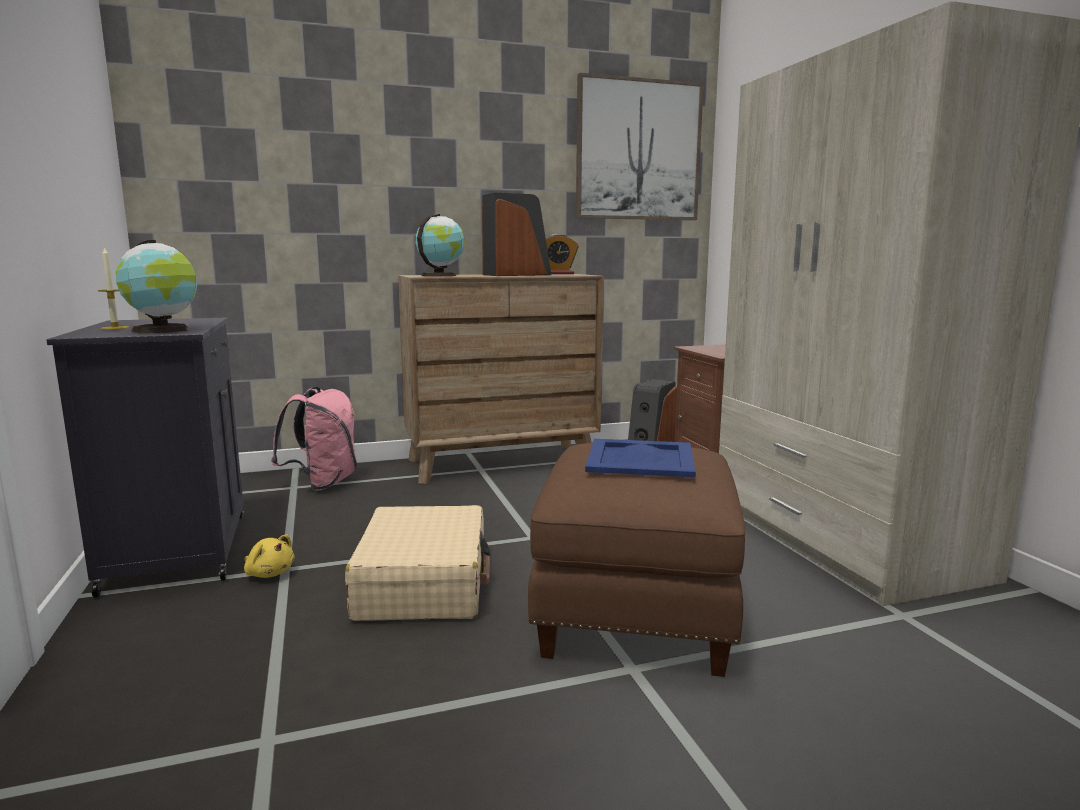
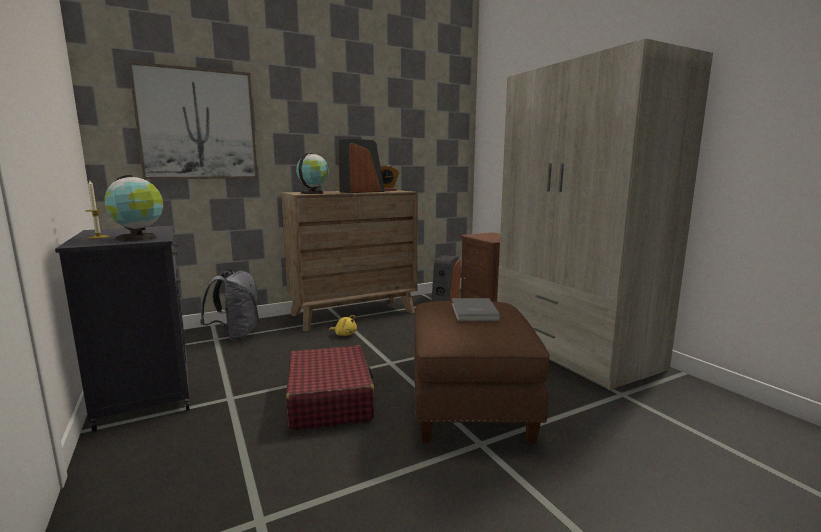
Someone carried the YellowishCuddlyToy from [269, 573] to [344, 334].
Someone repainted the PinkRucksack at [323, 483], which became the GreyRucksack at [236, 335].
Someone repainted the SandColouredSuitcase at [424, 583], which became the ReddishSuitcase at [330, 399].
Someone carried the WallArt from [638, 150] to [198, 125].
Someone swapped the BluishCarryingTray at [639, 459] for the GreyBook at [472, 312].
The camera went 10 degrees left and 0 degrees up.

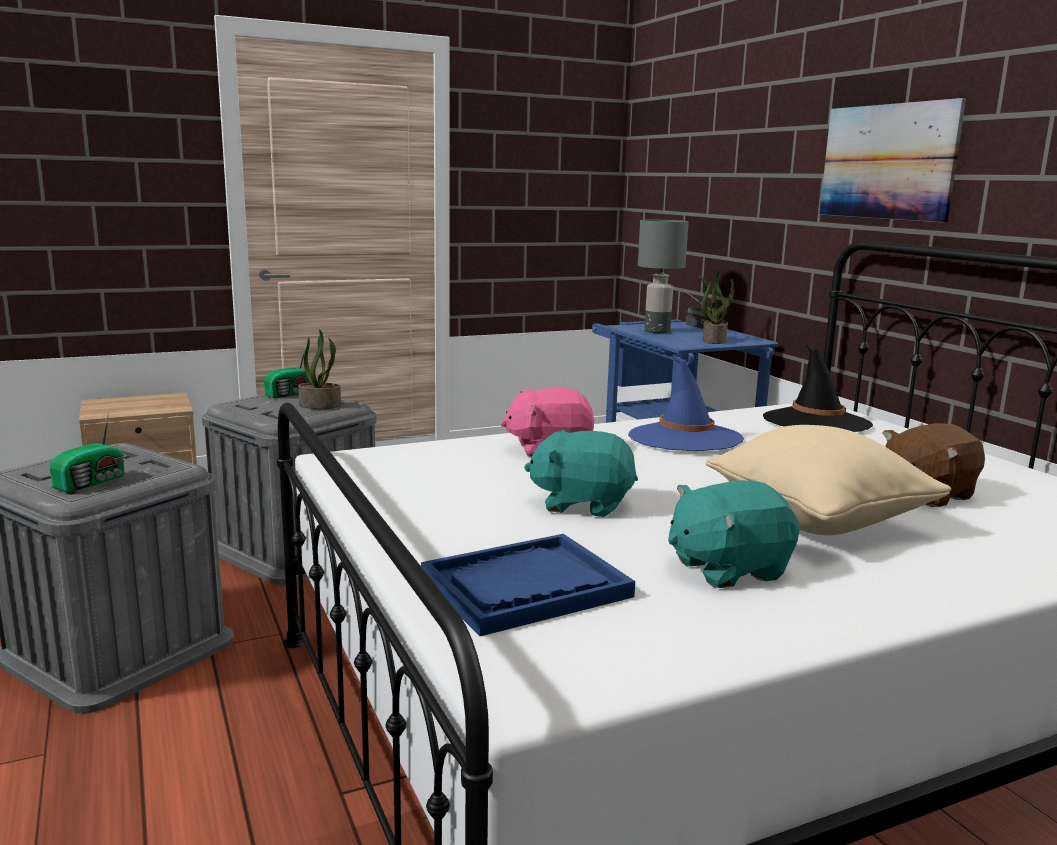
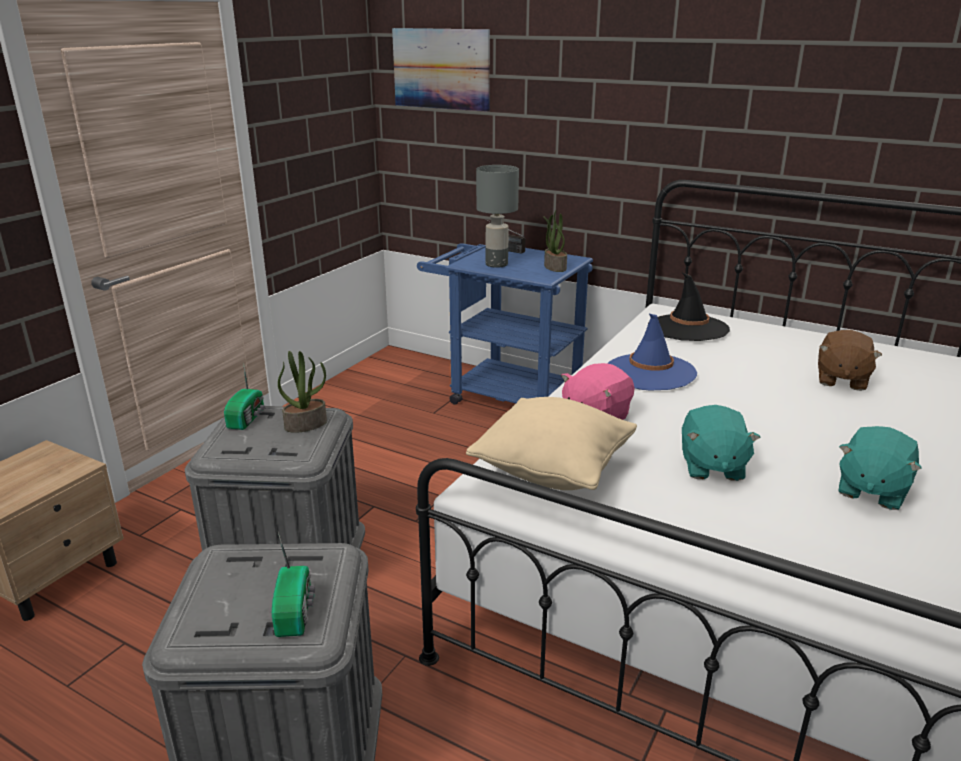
Someone took away the BluishCarryingTray at [525, 587].
Someone rotated the TurquoiseColouredCuddlyToy at [582, 504] by 60 degrees counterclockwise.
Someone carried the SandColouredPillow from [818, 521] to [552, 471].
Someone carried the WallArt from [887, 162] to [441, 69].
The camera went 35 degrees left and 10 degrees up.

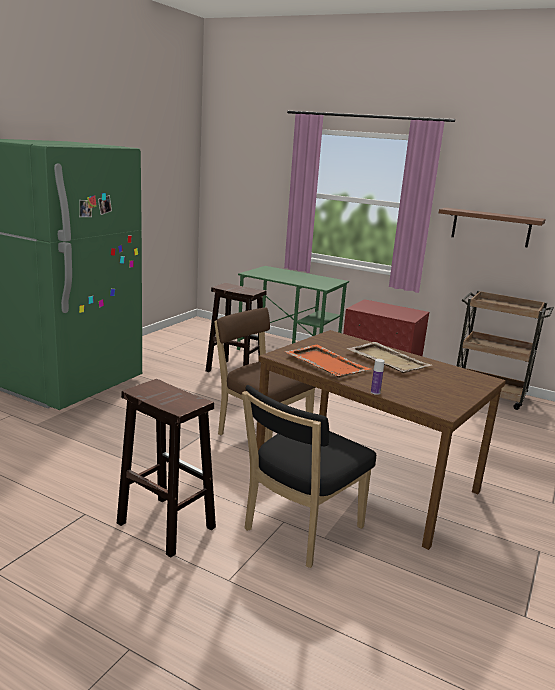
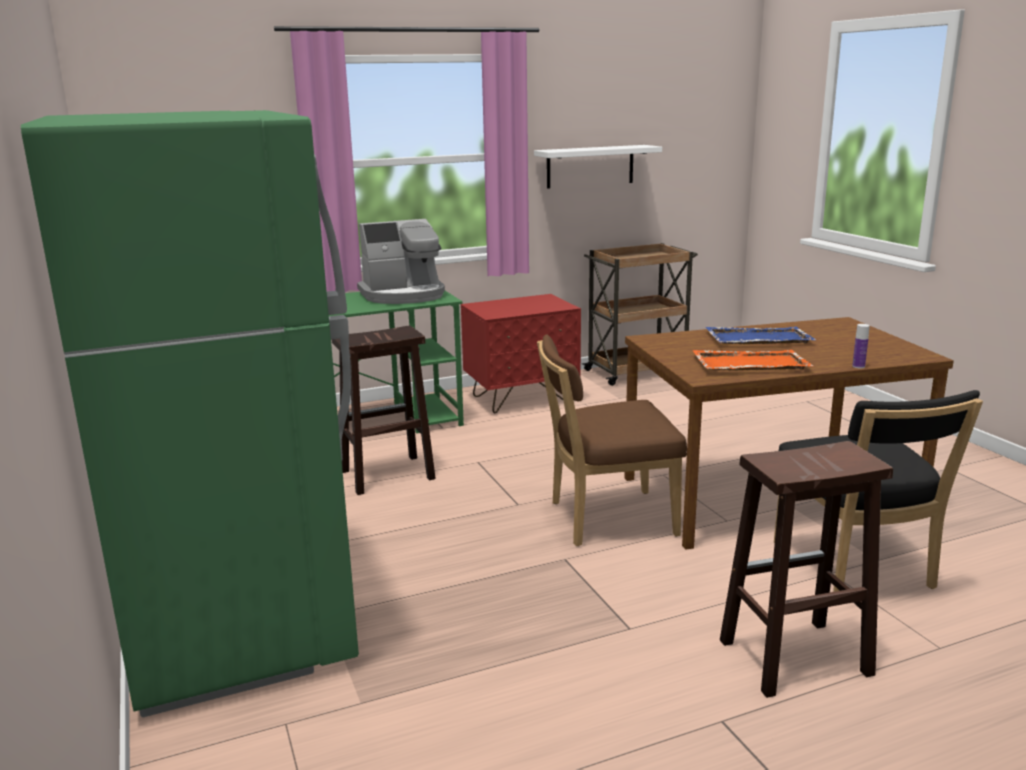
Someone repainted the SandColouredCarryingTray at [387, 359], which became the BluishCarryingTray at [757, 339].
Someone repainted the BrownShelf at [491, 227], which became the WhiteShelf at [590, 166].
Someone put down the CoffeeMachine at [403, 295].
The camera went 50 degrees left and 0 degrees up.

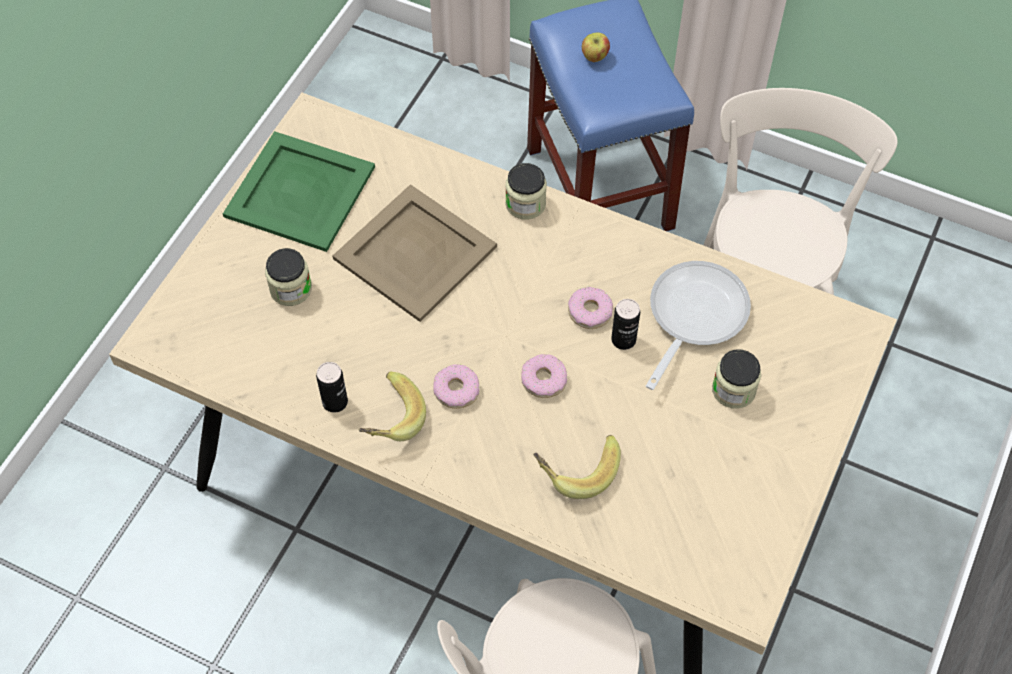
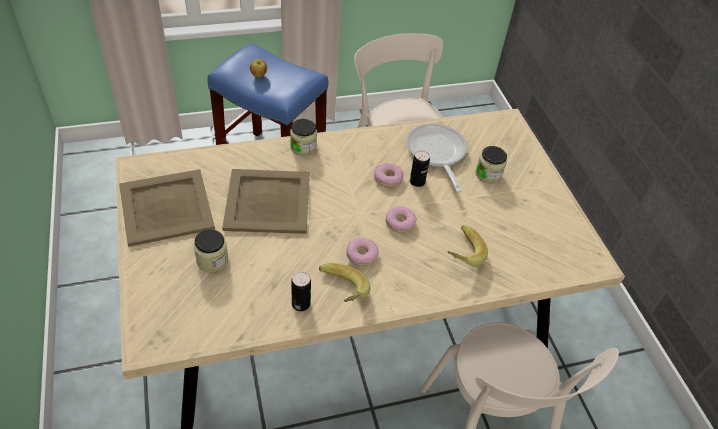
Someone repainted the GreenColouredCarryingTray at [299, 190], which became the SandColouredCarryingTray at [165, 207].
The camera went 45 degrees left and 10 degrees down.

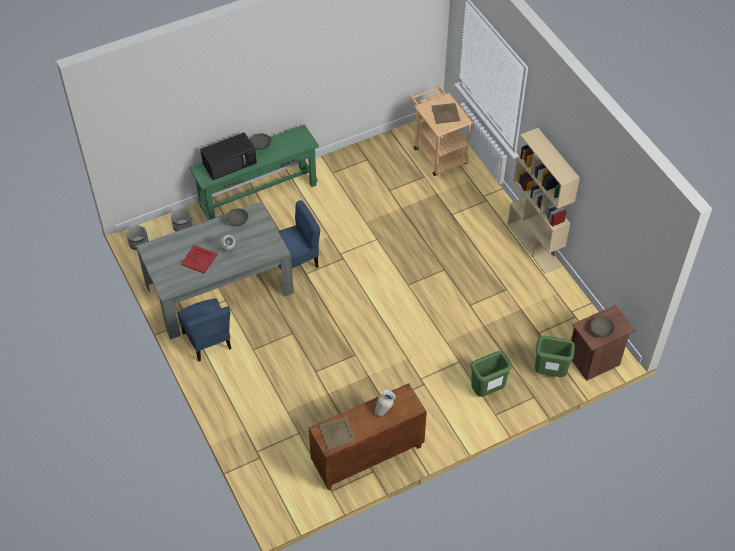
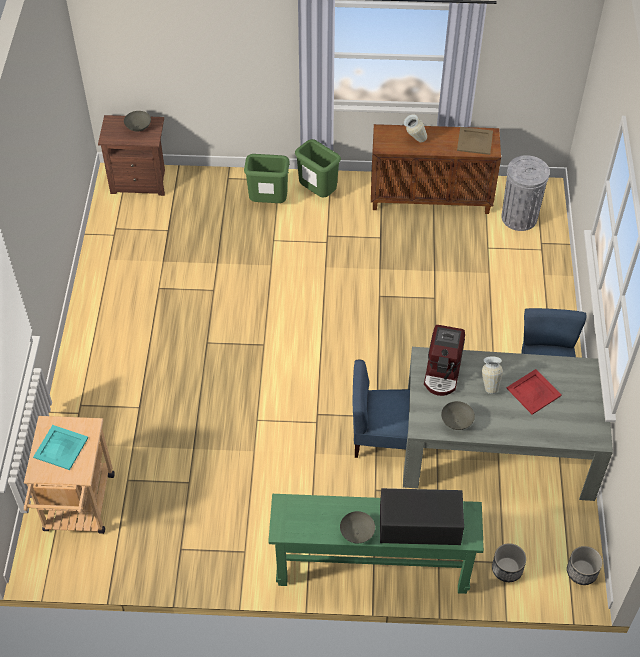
Someone repainted the SandColouredCarryingTray at [445, 113], which became the TurquoiseColouredCarryingTray at [60, 448].
Someone took away the SandColouredShelvingUnit at [534, 245].
Someone carried the GreenColouredRubbishBin from [550, 373] to [317, 193].
Someone put down the CoffeeMachine at [443, 372].
Someone put down the GreyRubbishBin at [519, 217].
The camera went 150 degrees left and 0 degrees up.

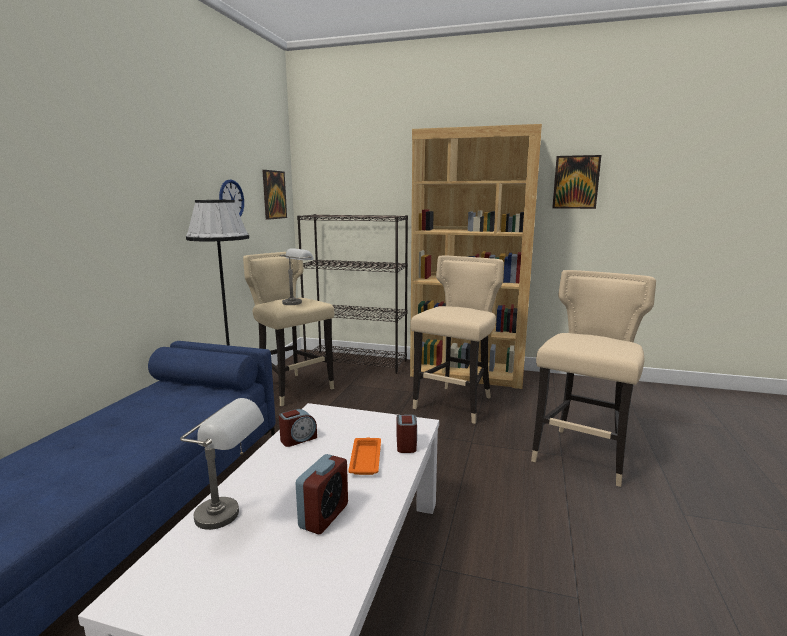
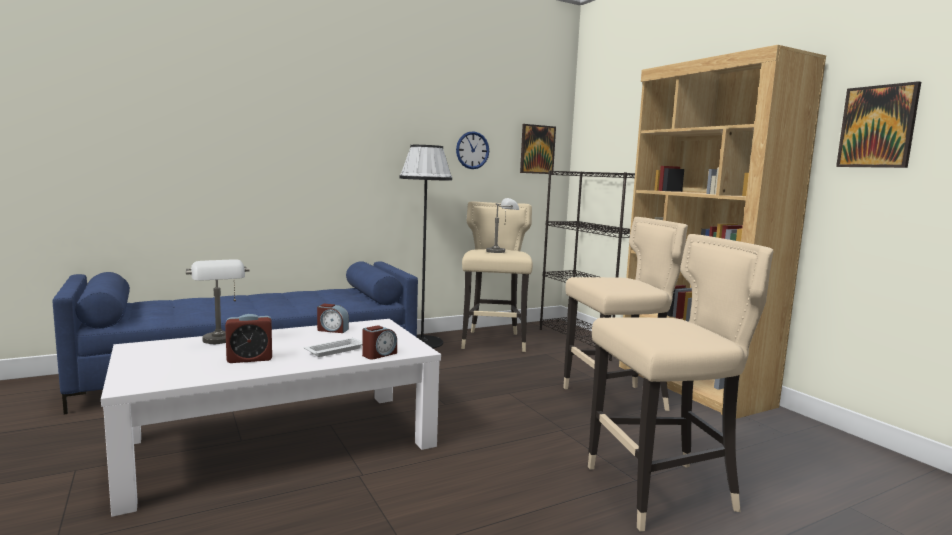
Someone repainted the OrangeCarryingTray at [365, 459], which became the WhiteCarryingTray at [336, 350].
The camera went 45 degrees right and 5 degrees down.

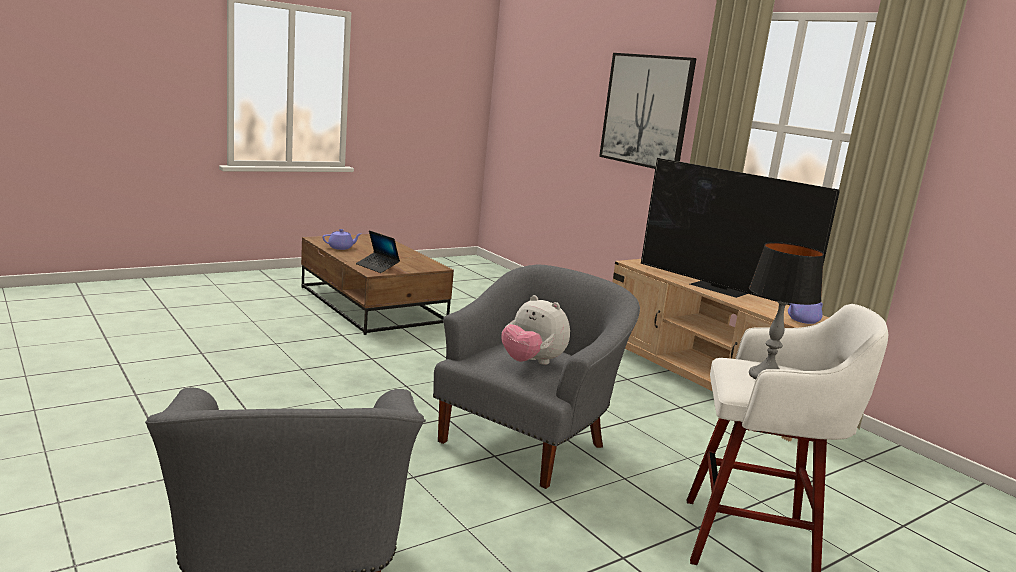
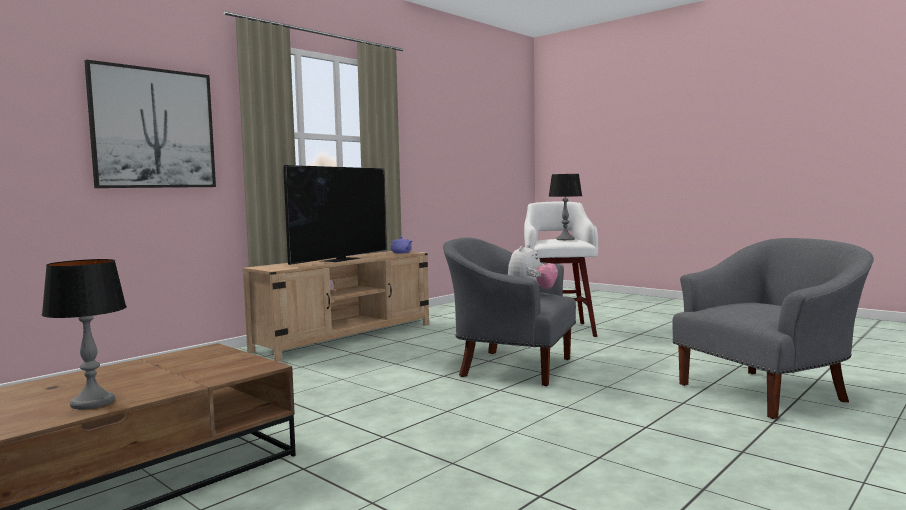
Someone swapped the PurpleTeaPot at [341, 248] for the TableLamp at [92, 403].
Someone took away the NotebookComputer at [377, 267].
The camera went 100 degrees left and 10 degrees down.

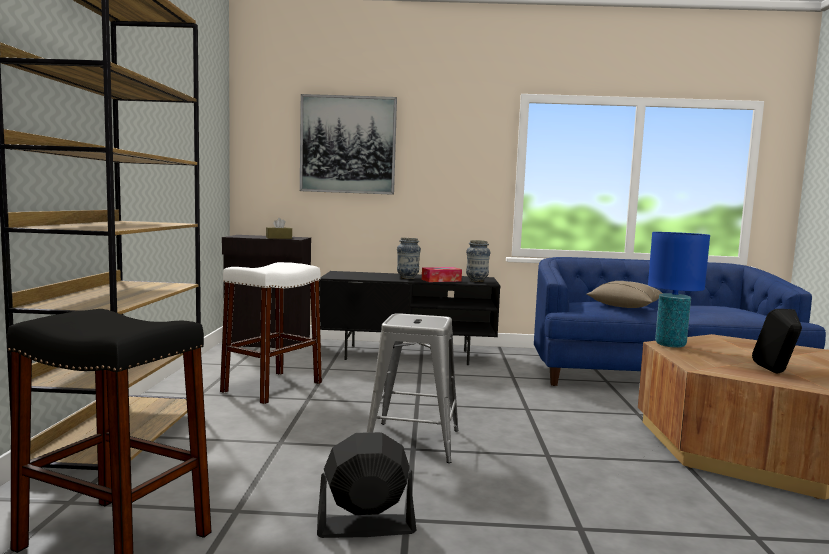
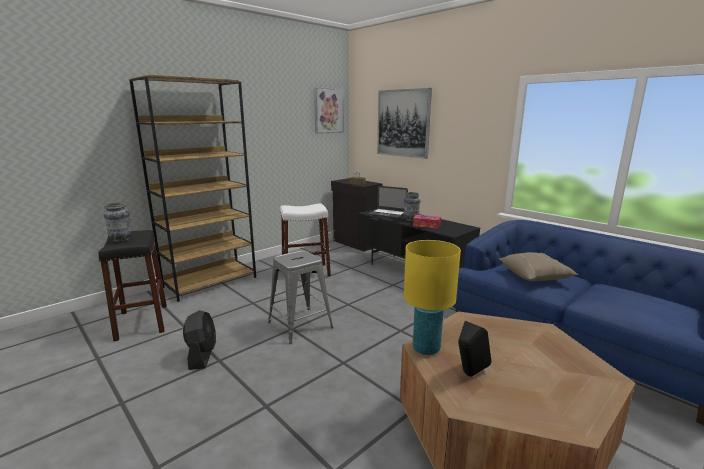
Someone rotated the BlackishElectricFan at [365, 526] by 45 degrees clockwise.
Someone carried the Vase from [476, 281] to [121, 240].
Someone took away the BluishTableLamp at [670, 345].
Someone put up the WallArt at [328, 110].
Someone put down the NotebookComputer at [387, 213].
Someone put down the YellowishTableLamp at [426, 348].
The camera went 45 degrees right and 10 degrees up.

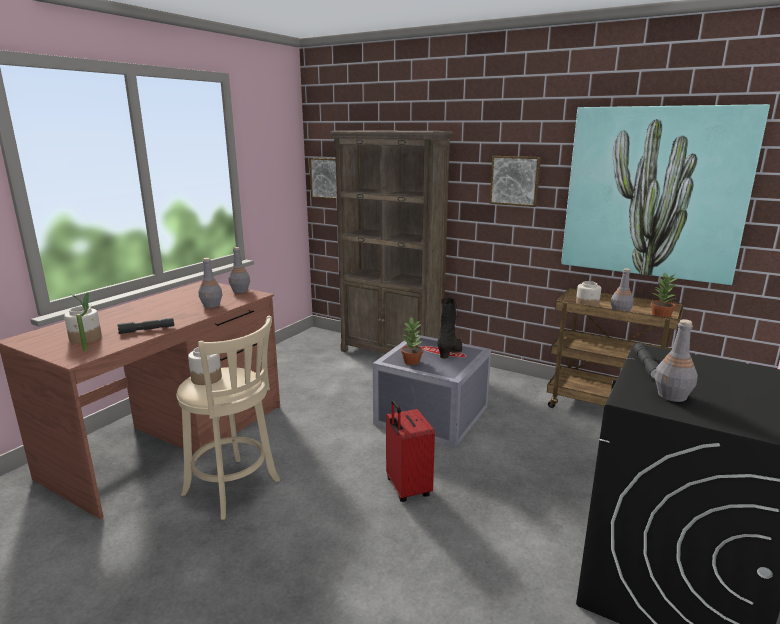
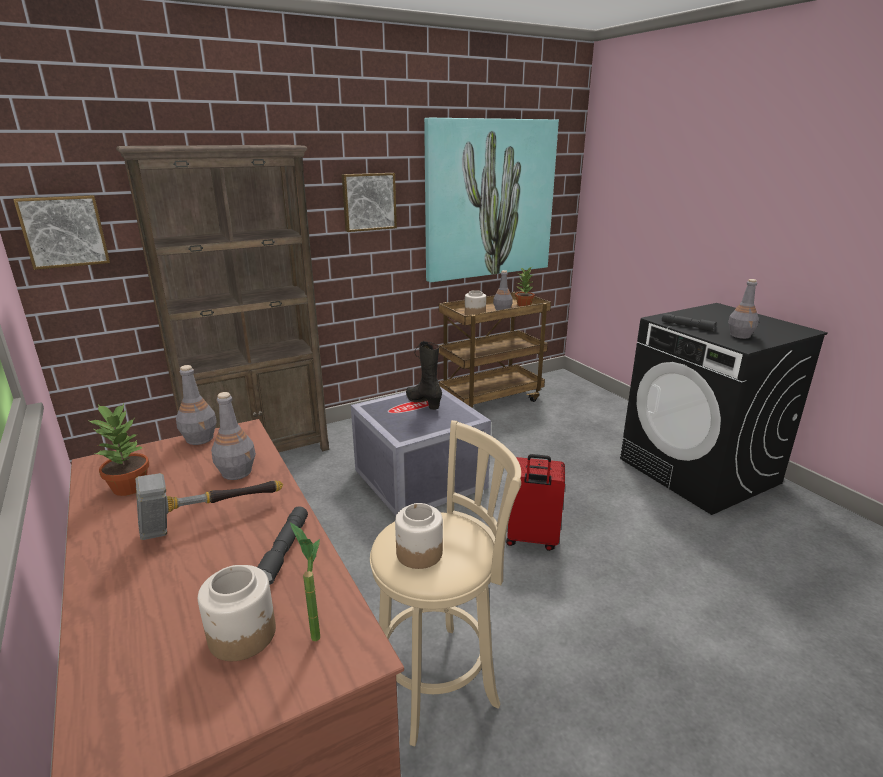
Someone carried the Houseplant from [412, 361] to [130, 486].
Someone put down the Hammer at [210, 521].
The camera went 60 degrees left and 5 degrees up.

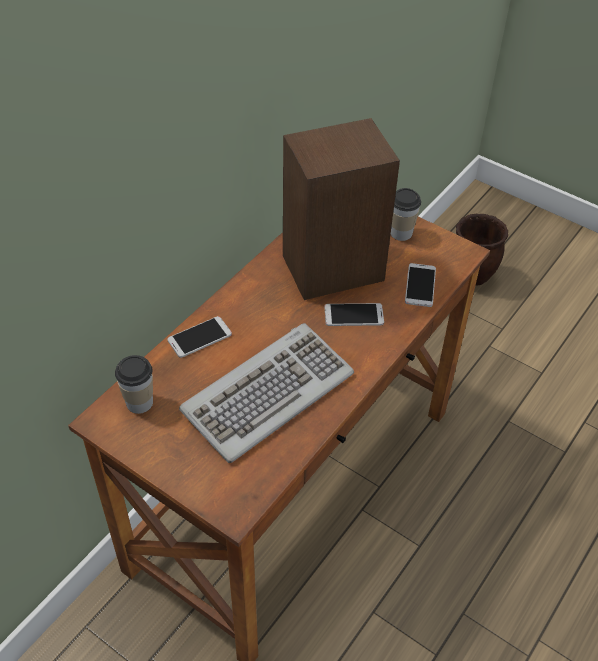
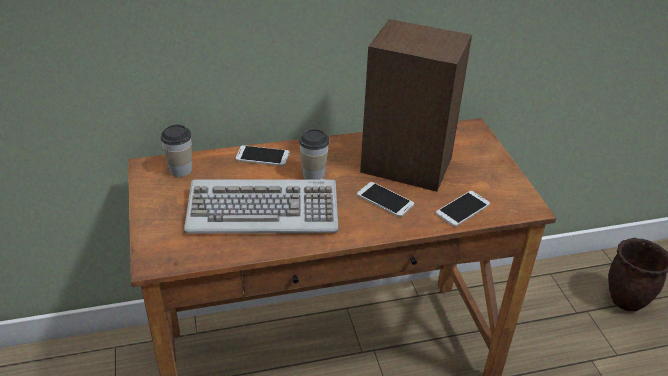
Someone carried the Cup from [401, 232] to [313, 174].
The camera went 40 degrees right and 10 degrees down.

